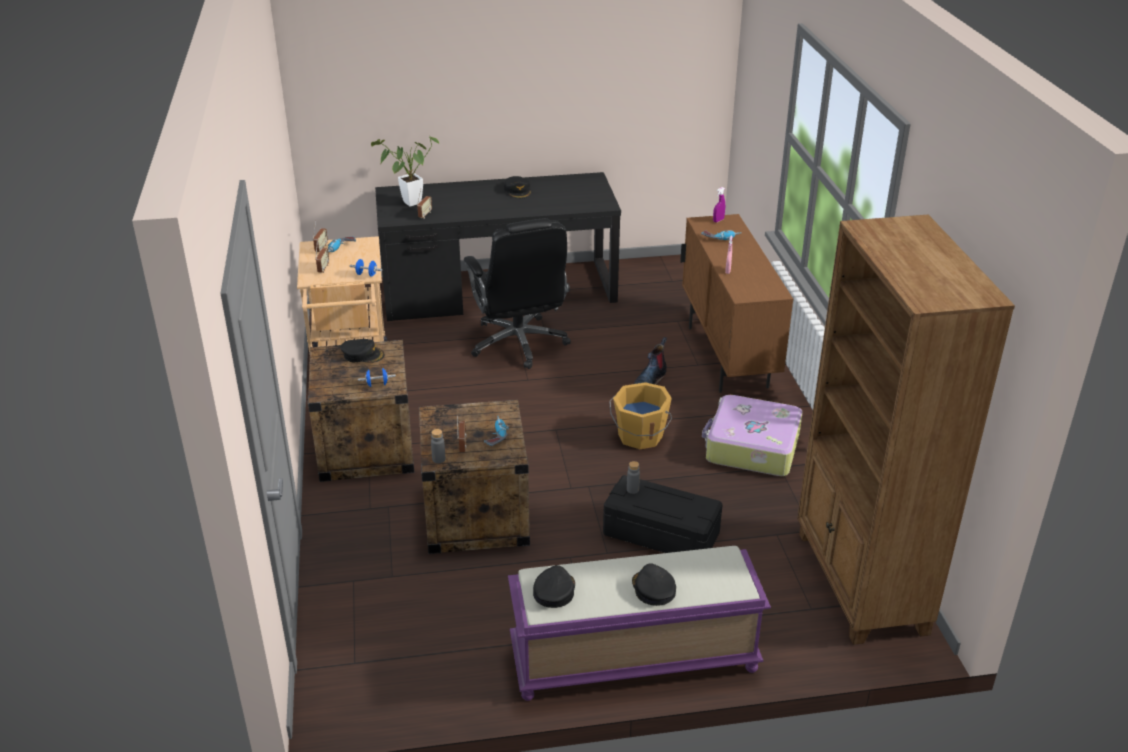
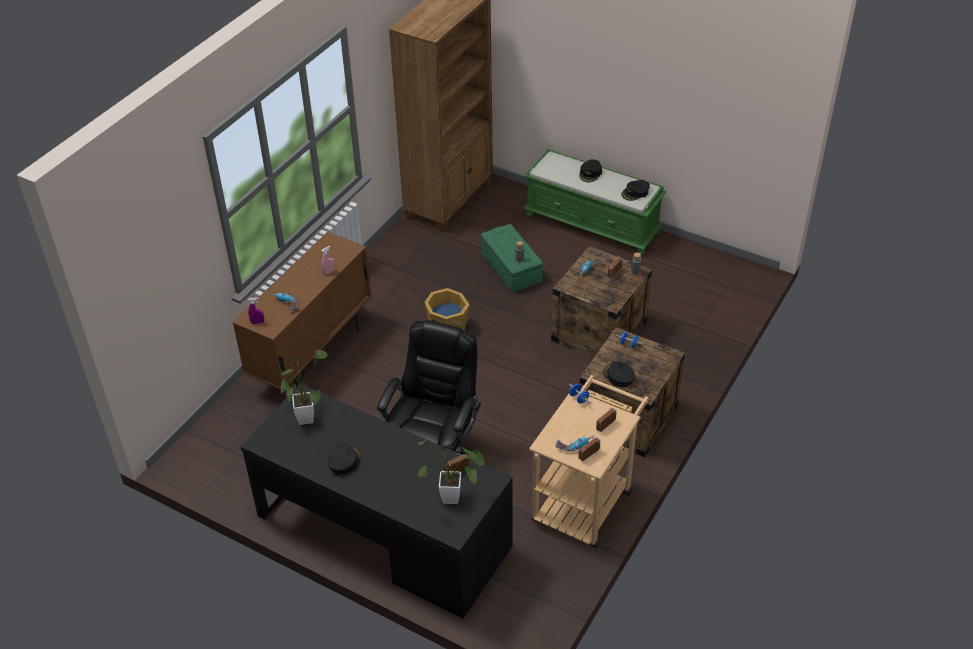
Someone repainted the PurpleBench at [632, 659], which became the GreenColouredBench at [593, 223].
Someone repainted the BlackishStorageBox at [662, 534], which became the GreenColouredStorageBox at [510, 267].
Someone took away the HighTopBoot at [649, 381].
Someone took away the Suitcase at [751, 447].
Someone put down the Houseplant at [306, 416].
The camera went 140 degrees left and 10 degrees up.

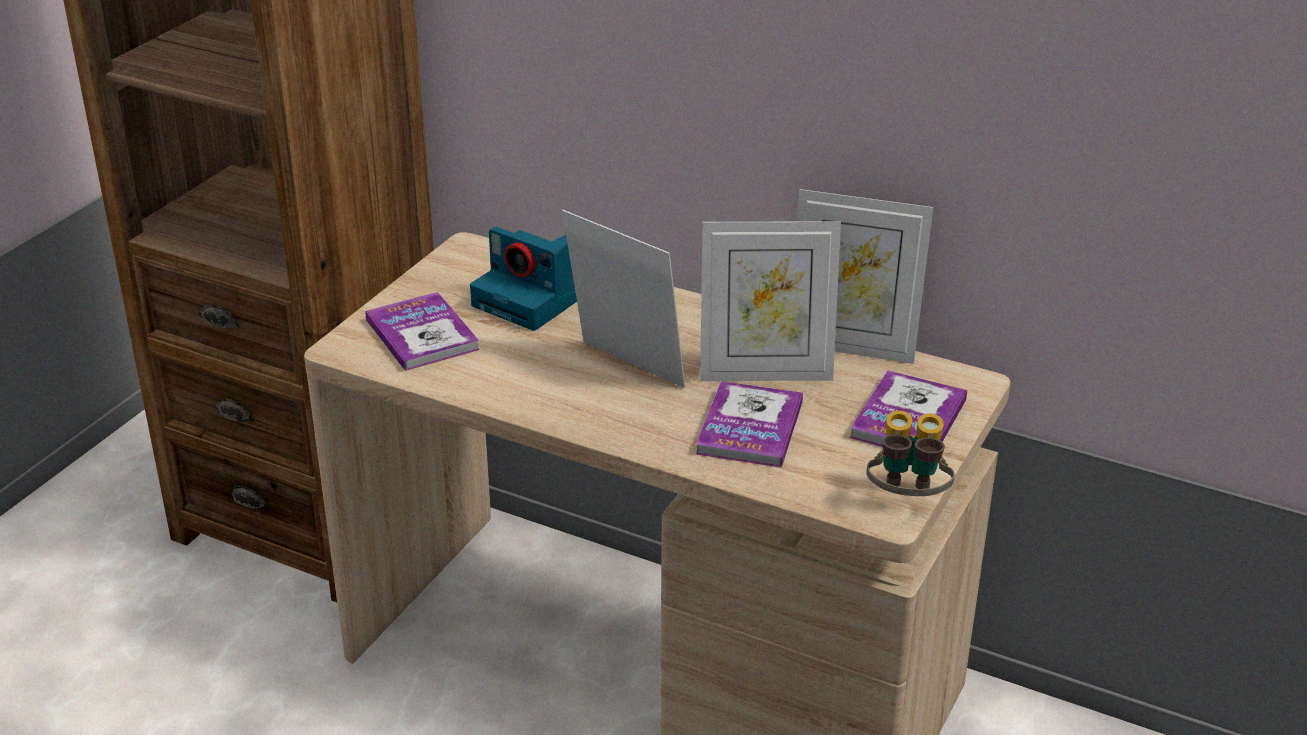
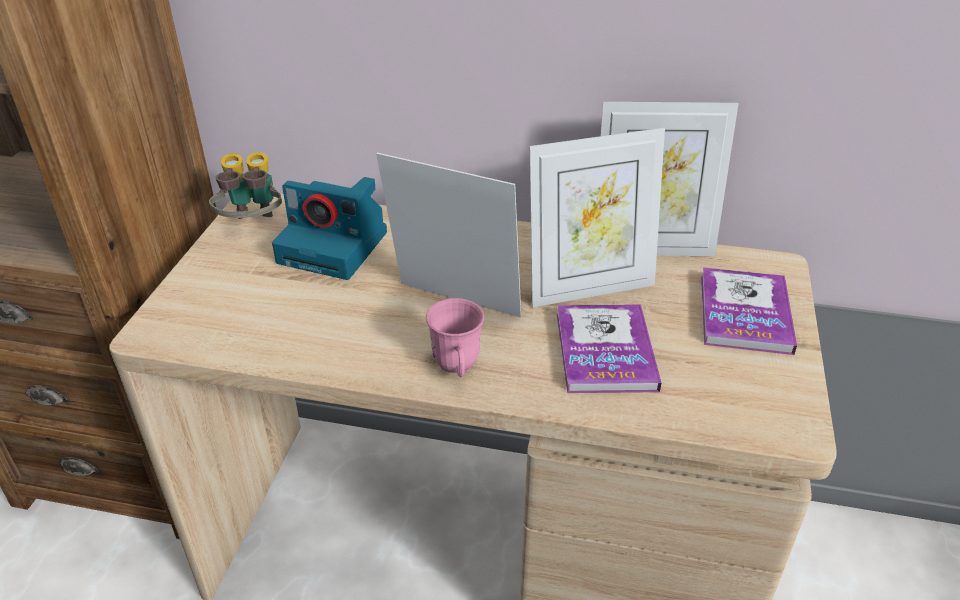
Someone took away the Book at [422, 334].
Someone carried the Binoculars from [906, 501] to [253, 226].
Someone put down the PinkMug at [457, 368].
The camera went 15 degrees left and 5 degrees up.

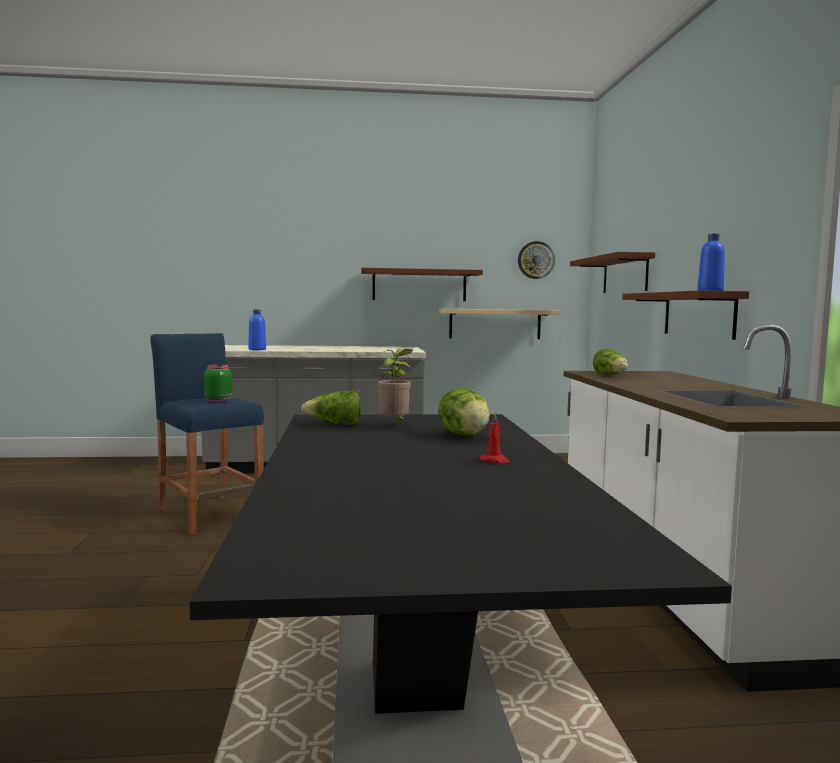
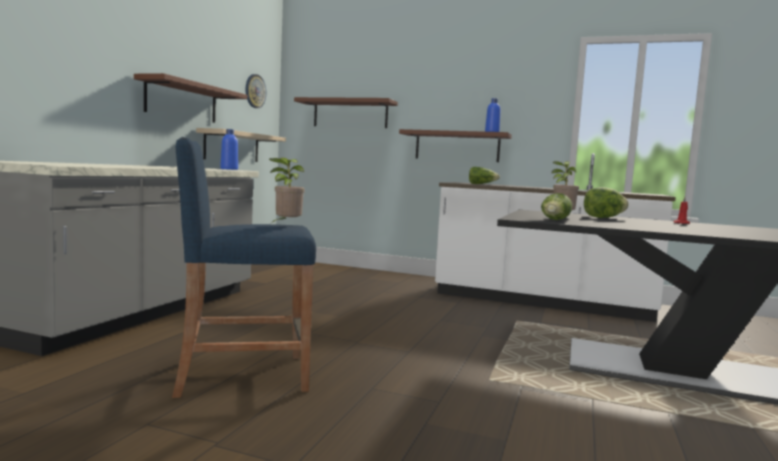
Someone swapped the GreenColouredPreserveJar at [218, 401] for the Houseplant at [286, 225].
Someone carried the BluishDrinkBottle from [257, 349] to [229, 169].
The camera went 65 degrees left and 0 degrees up.

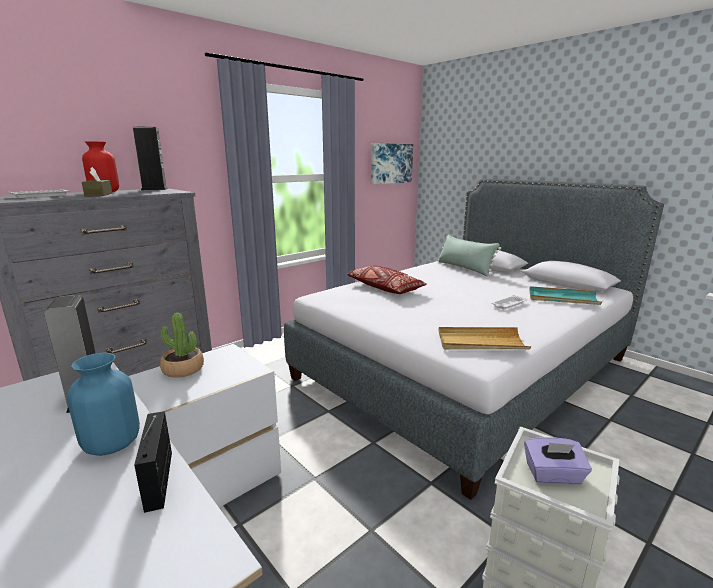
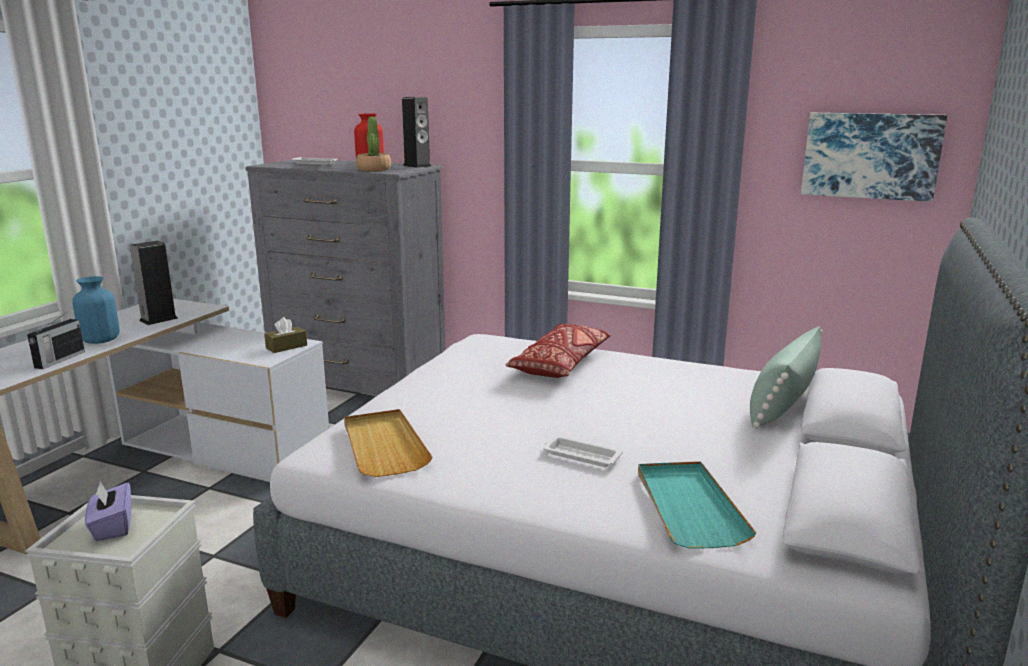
Someone carried the BrownTissueBox from [99, 194] to [286, 347].
Someone rotated the Radio at [159, 478] by 150 degrees clockwise.
Someone carried the Houseplant from [183, 369] to [374, 169].
The camera went 65 degrees right and 0 degrees up.

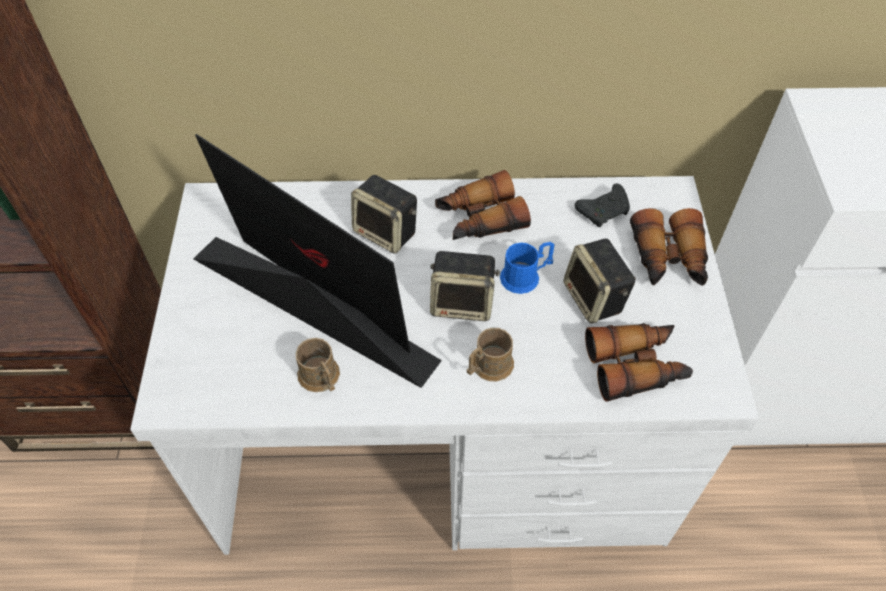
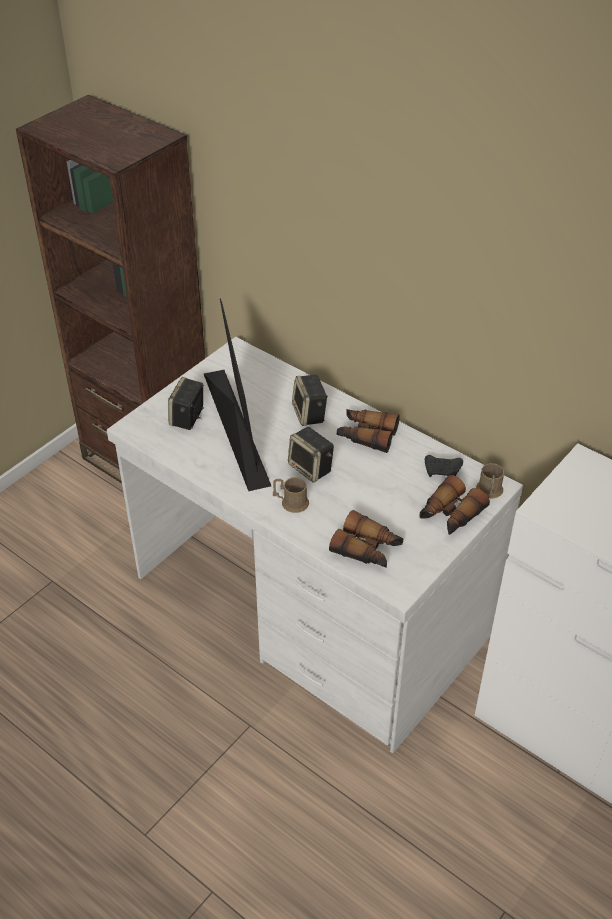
Someone carried the BrownMug from [321, 378] to [489, 491].
Someone took away the BluishMug at [525, 276].
Someone carried the AudioSpeaker from [595, 299] to [187, 418].
The camera went 40 degrees right and 10 degrees down.

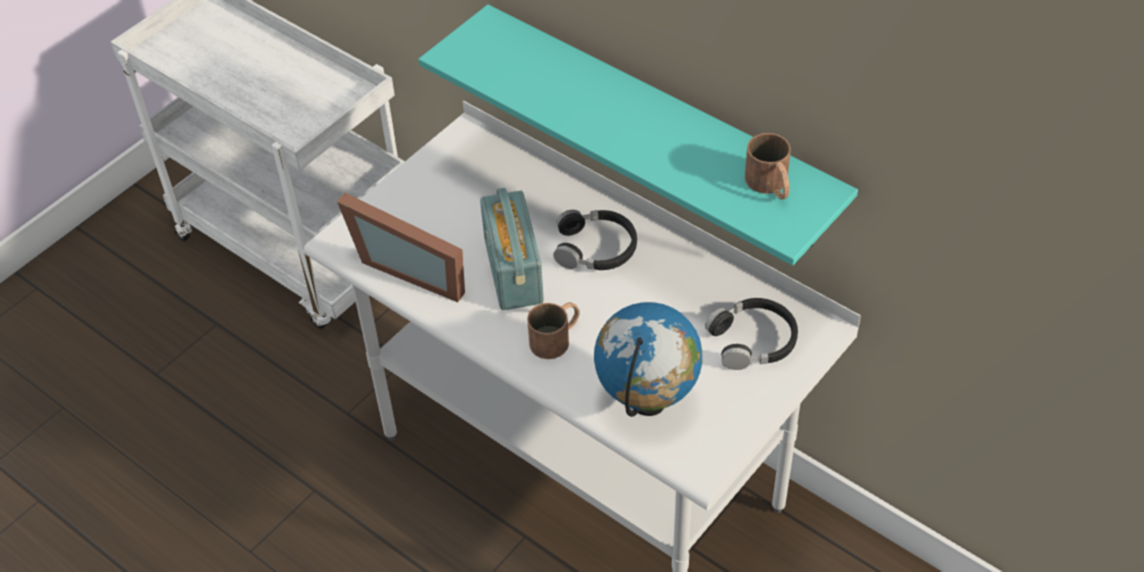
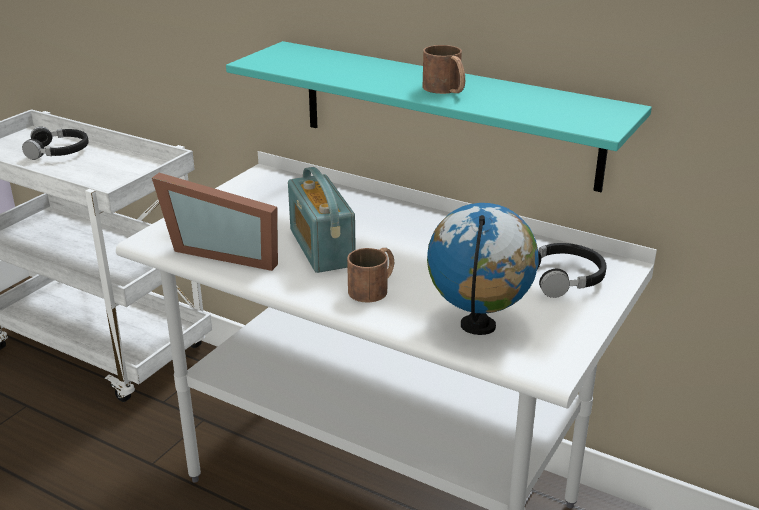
Someone carried the BlackishPairOfHeadphones from [596, 249] to [58, 151].
Someone carried the BrownMug from [770, 185] to [446, 90].
The camera went 10 degrees left and 20 degrees down.

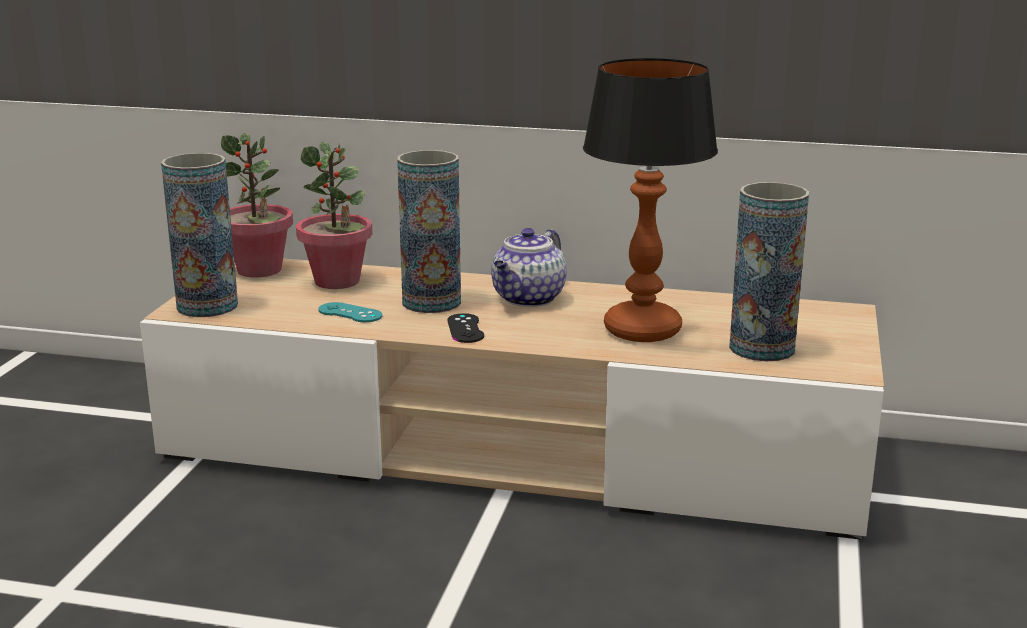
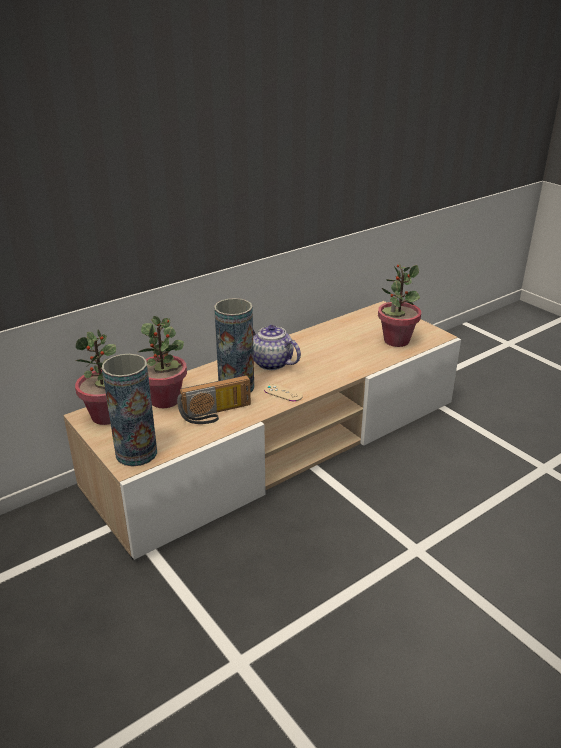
Someone swapped the TurquoiseColouredJoypad at [350, 313] for the Radio at [216, 414].
Someone repainted the BlackishJoypad at [465, 328], which became the SandColouredJoypad at [283, 393].
Someone rotated the TeaPot at [528, 299] by 150 degrees clockwise.
Someone took away the TableLamp at [642, 329].
Someone swapped the Vase at [762, 348] for the Houseplant at [396, 340].
The camera went 50 degrees left and 10 degrees up.

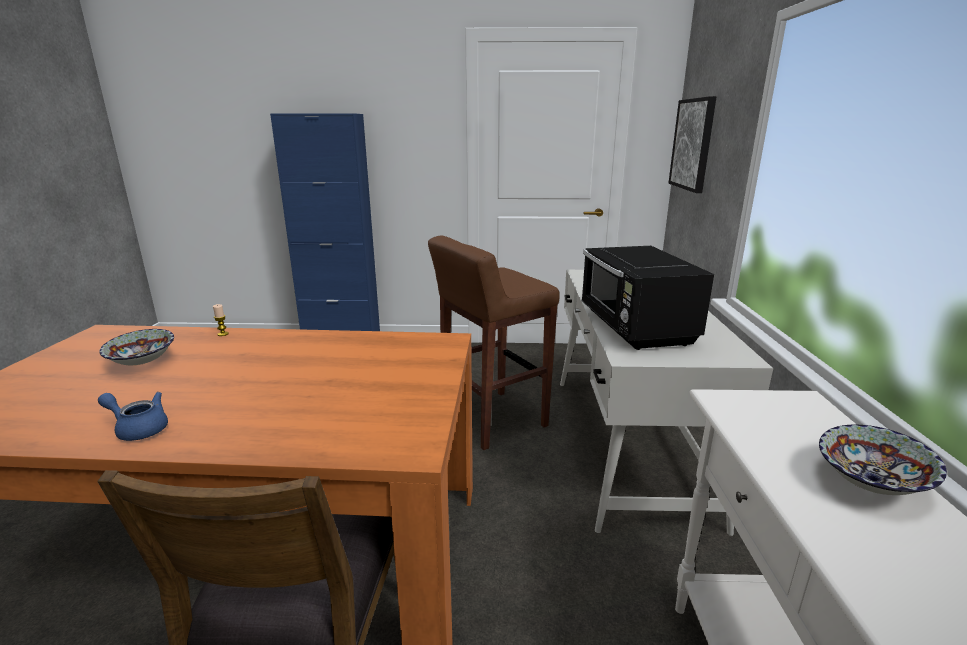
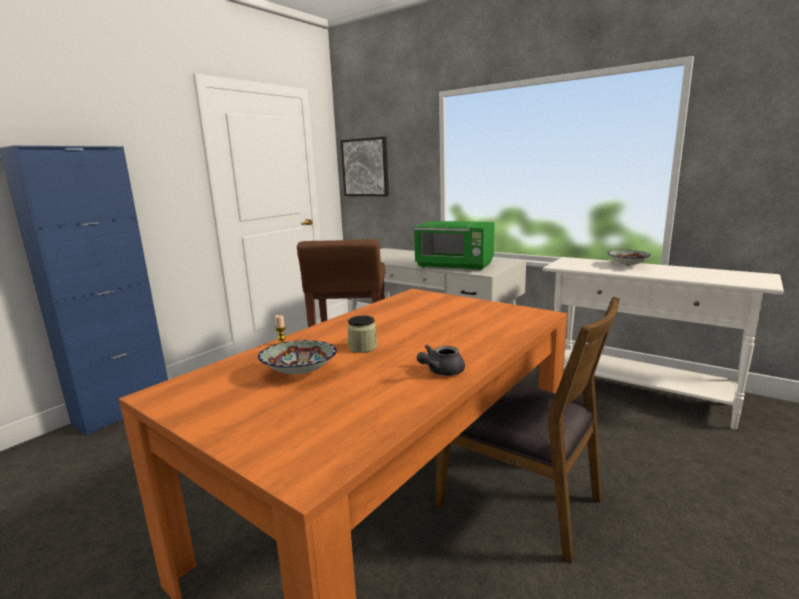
Someone repainted the BluishTeaPot at [138, 429], which became the GreyTeaPot at [441, 372].
Someone repainted the BlackishKitchenMicrowave at [635, 328], which became the GreenColouredKitchenMicrowave at [455, 266].
Someone put down the PreserveJar at [362, 347].
The camera went 55 degrees left and 5 degrees down.

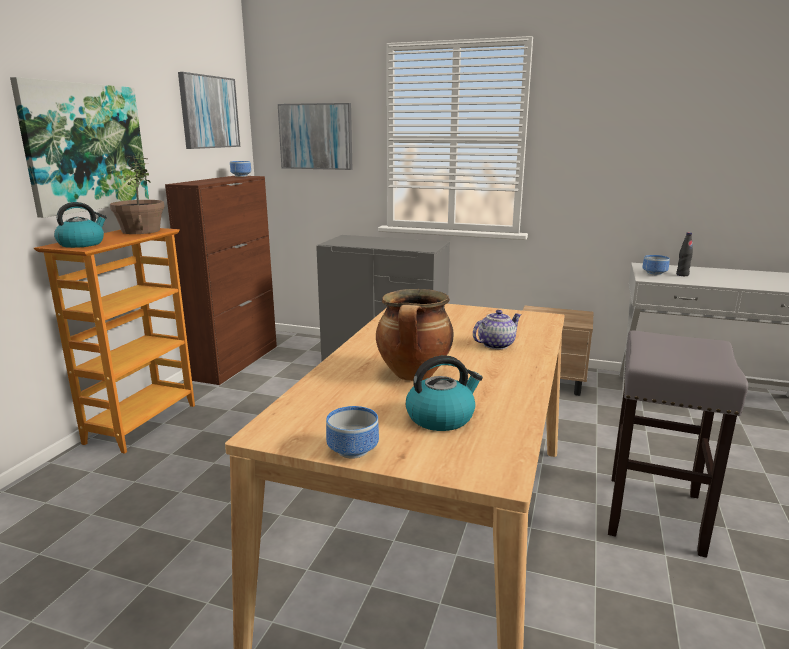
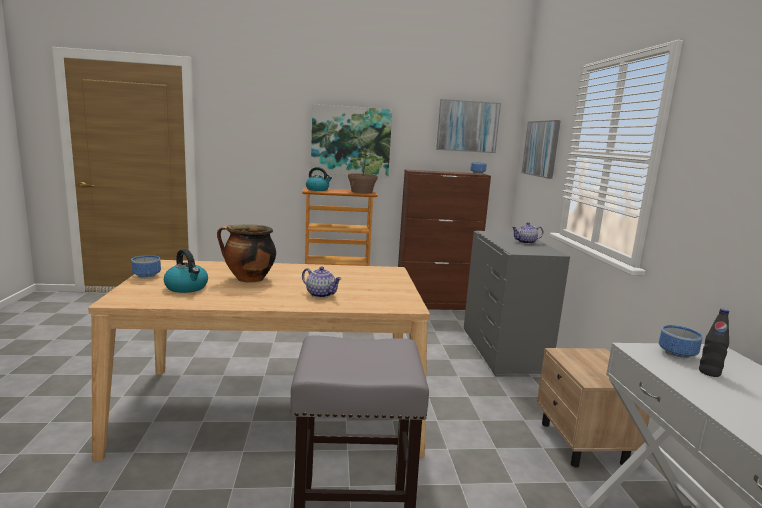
Someone put down the TeaPot at [526, 242].
The camera went 65 degrees right and 5 degrees down.

